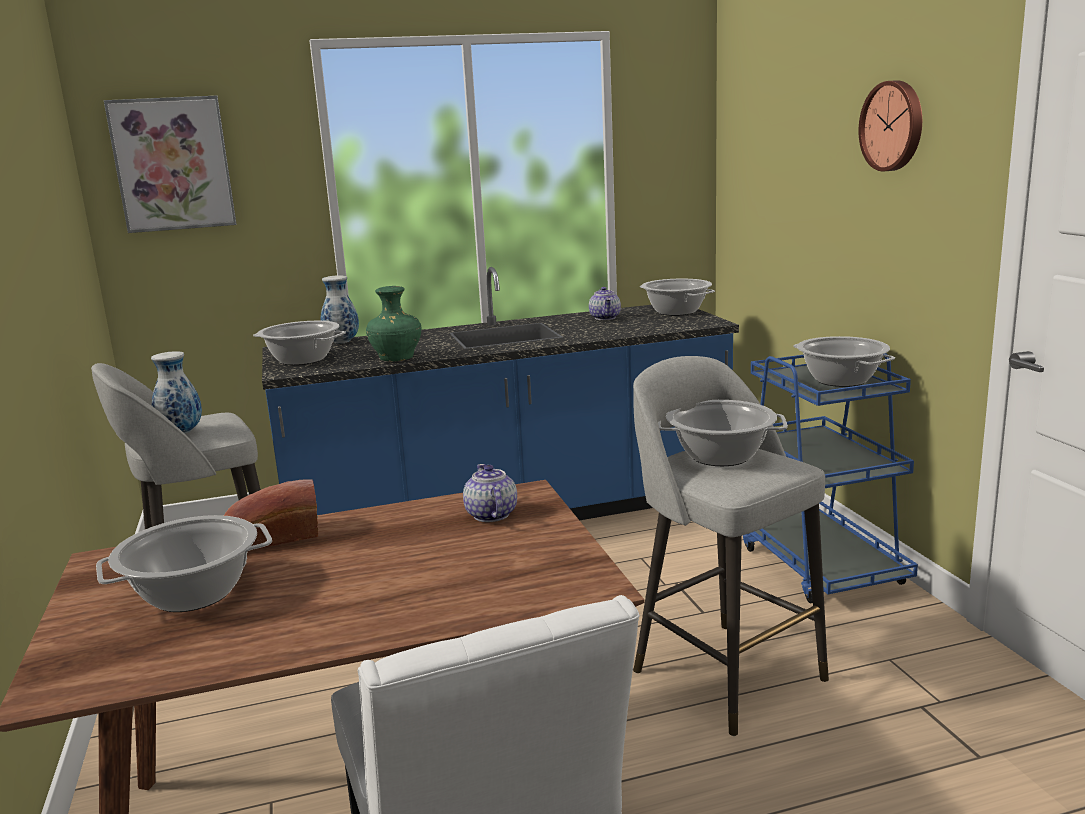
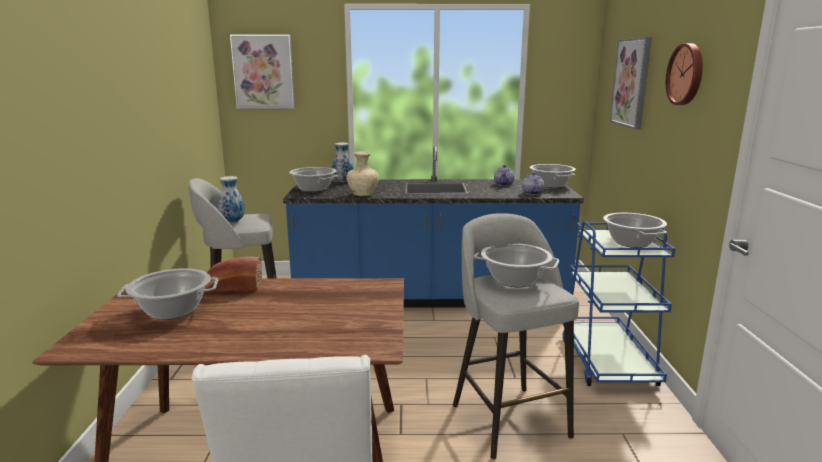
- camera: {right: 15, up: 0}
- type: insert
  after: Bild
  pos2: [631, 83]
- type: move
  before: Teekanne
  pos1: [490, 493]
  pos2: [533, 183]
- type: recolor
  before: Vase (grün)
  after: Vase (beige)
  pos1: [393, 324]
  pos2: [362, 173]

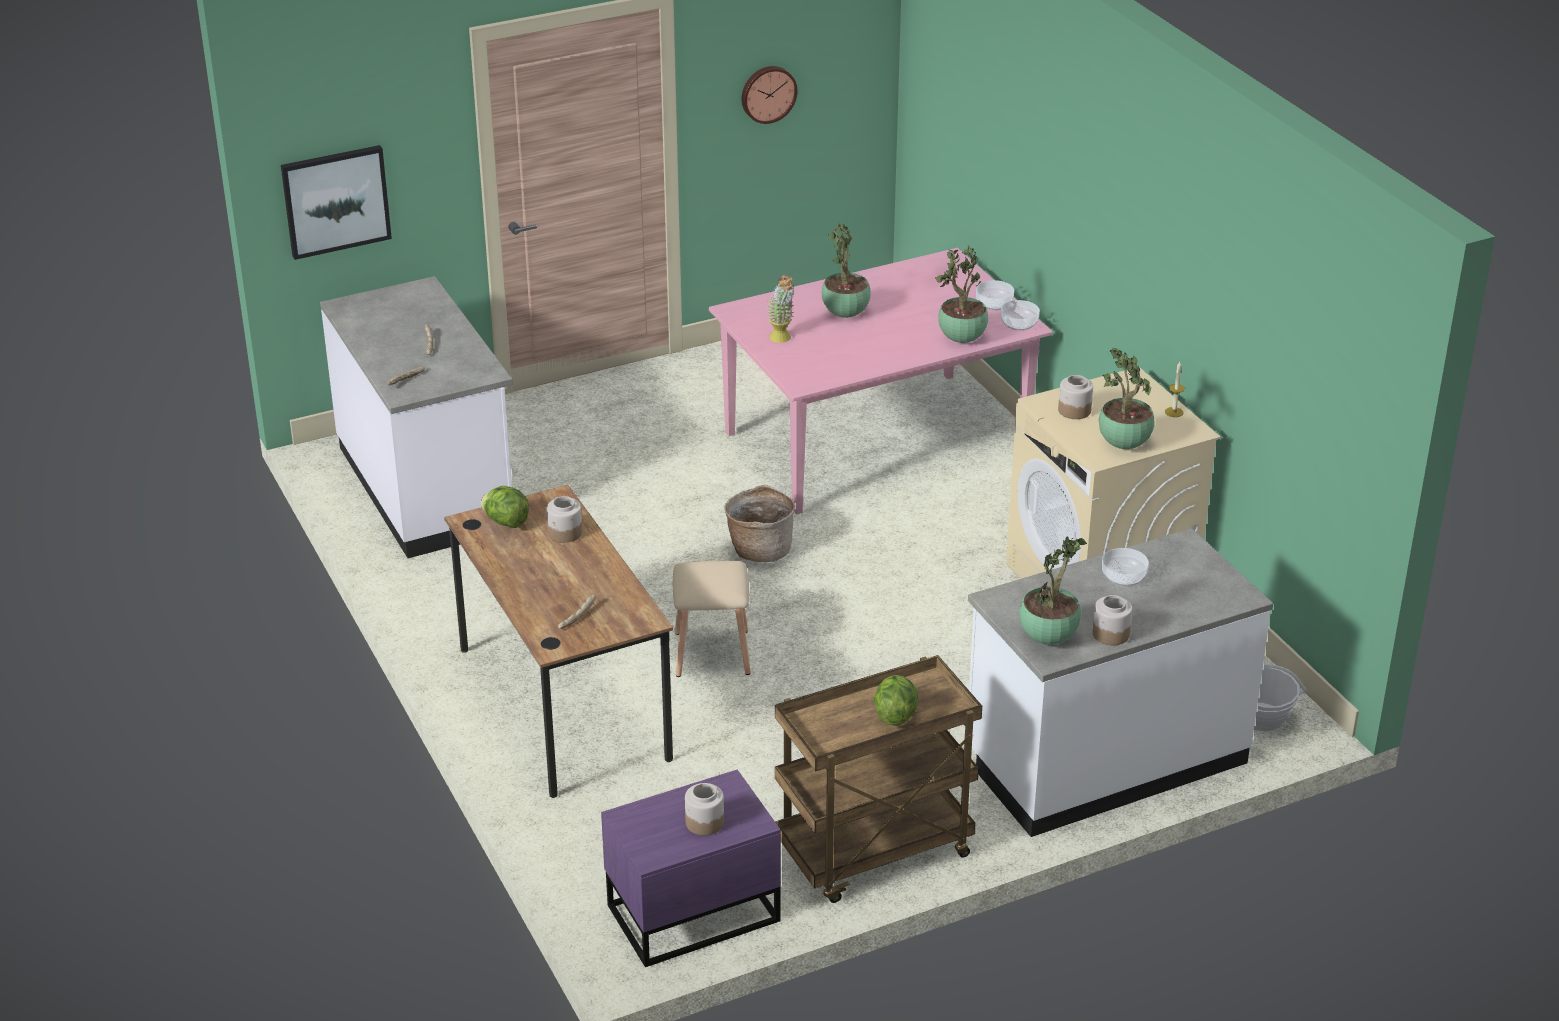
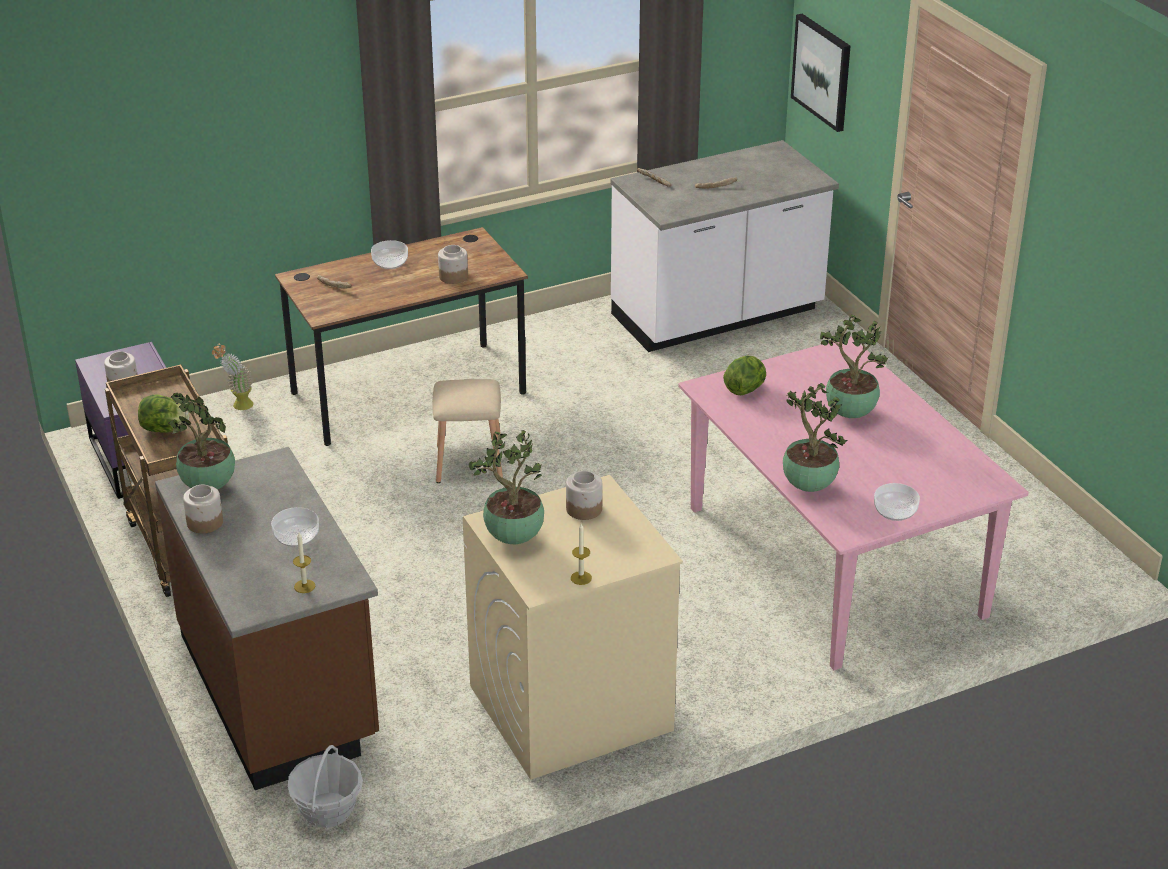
- camera: {right: 90, up: 0}
- type: delete
  before: Korb
  pos1: [759, 523]
- type: delete
  before: Wanduhr
  pos1: [770, 95]
- type: insert
  after: Kerze
  pos2: [304, 563]
- type: move
  before: Salatkopf
  pos1: [505, 507]
  pos2: [744, 375]
- type: move
  before: Topfpflanze
  pos1: [780, 308]
  pos2: [232, 377]
- type: move
  before: Schüssel
  pos1: [1020, 315]
  pos2: [389, 254]
- type: recolor
  before: Küchenzeile (weiß)
  after: Küchenzeile (braun)
  pos1: [1120, 682]
  pos2: [267, 618]

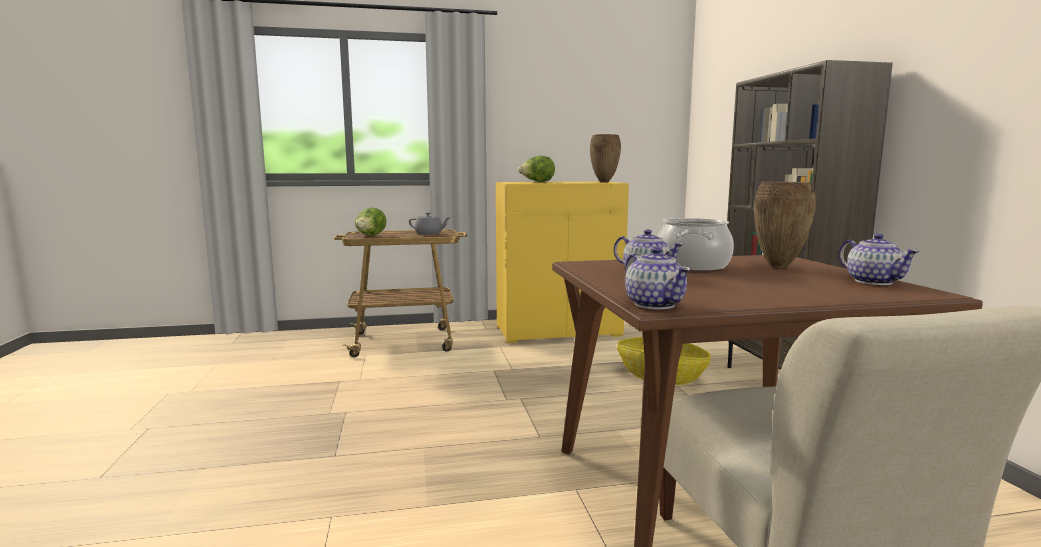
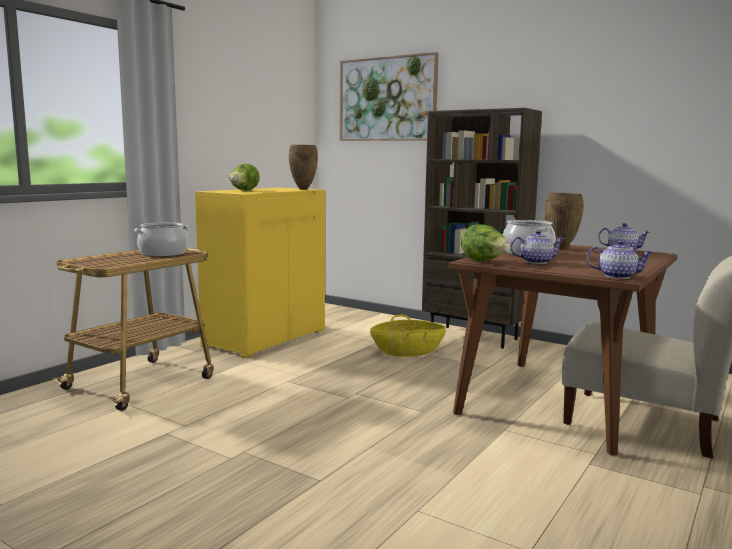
- camera: {right: -45, up: 0}
- type: insert
  after: Bild
  pos2: [389, 96]
- type: move
  before: Salatkopf
  pos1: [371, 221]
  pos2: [486, 242]
- type: replace
  before: Teekanne (grau)
  after: Kochtopf
  pos1: [430, 223]
  pos2: [161, 240]

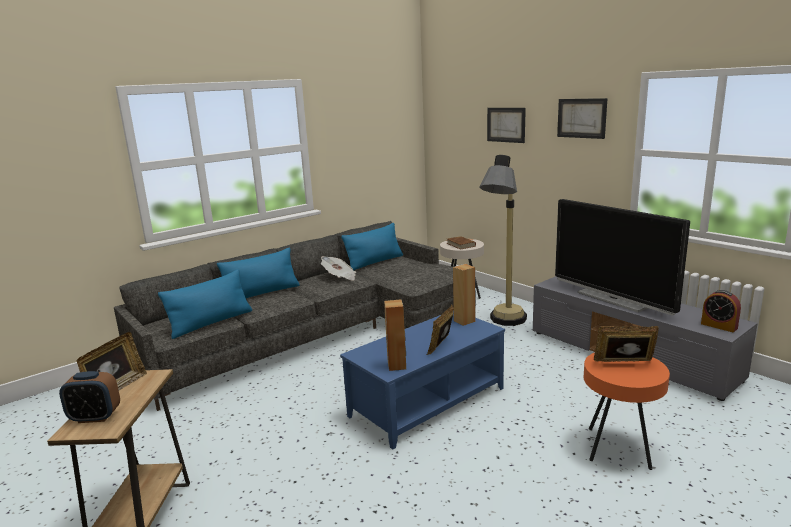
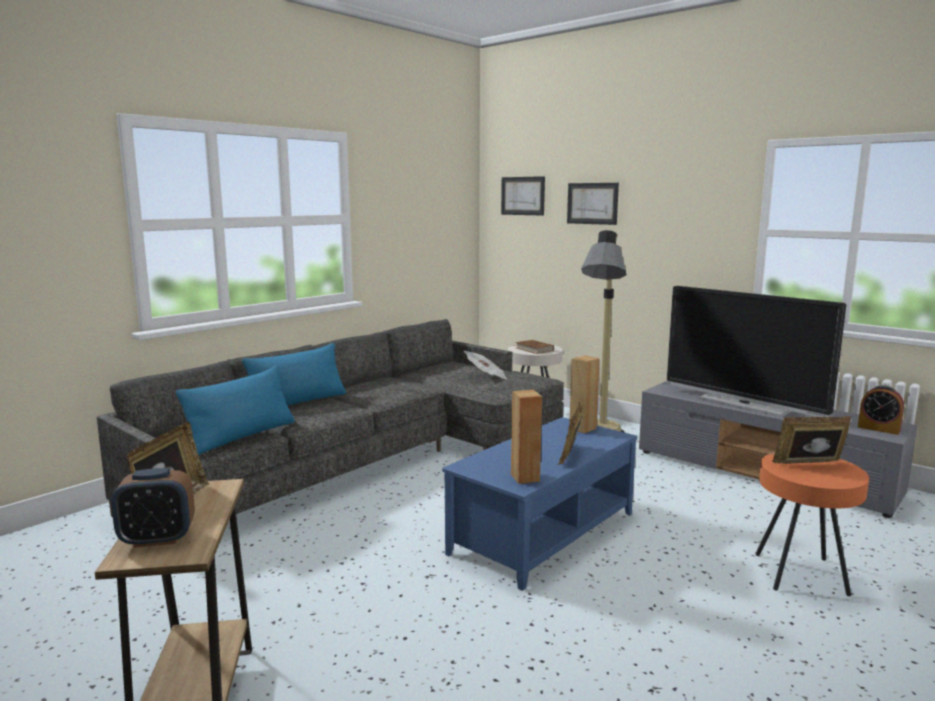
- camera: {right: -10, up: -5}
- type: delete
  before: Kissen (blau)
  pos1: [372, 246]
- type: move
  before: Zeitung
  pos1: [338, 268]
  pos2: [486, 365]
- type: move
  before: Bild
  pos1: [582, 118]
  pos2: [523, 196]

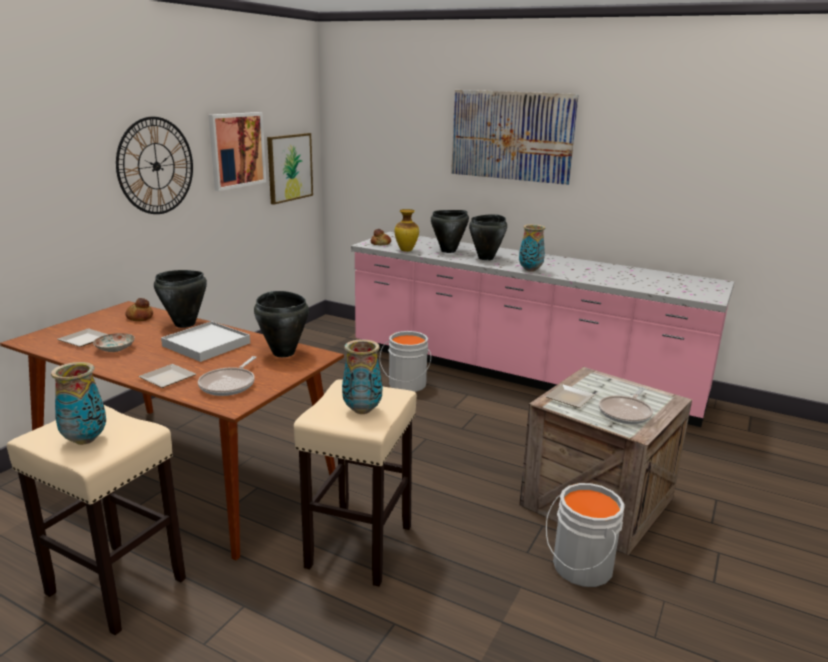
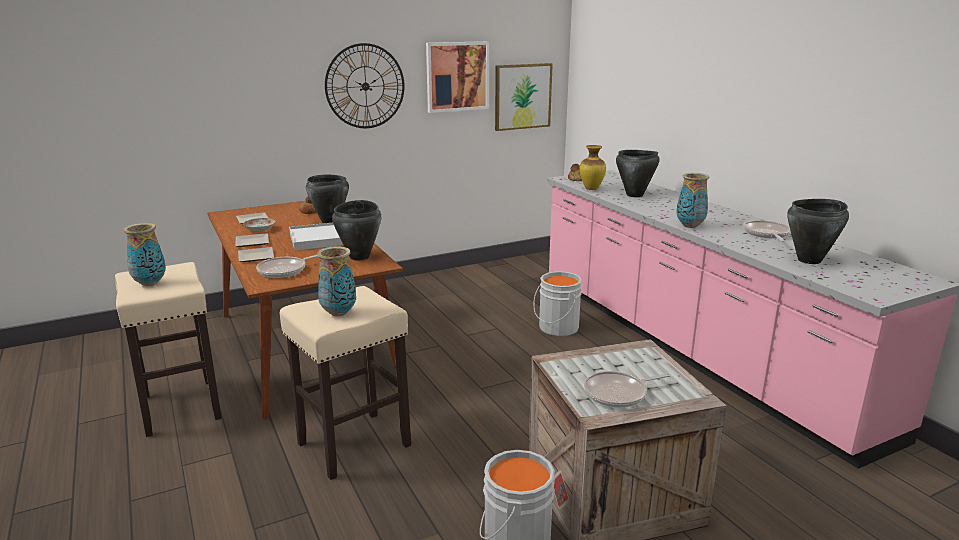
- camera: {right: 35, up: 0}
- type: delete
  before: Bild
  pos1: [515, 137]
- type: insert
  after: Pfanne
  pos2: [767, 231]
- type: move
  before: Kochtopf (schwarz)
  pos1: [488, 237]
  pos2: [818, 231]
- type: move
  before: Teller
  pos1: [570, 396]
  pos2: [252, 240]

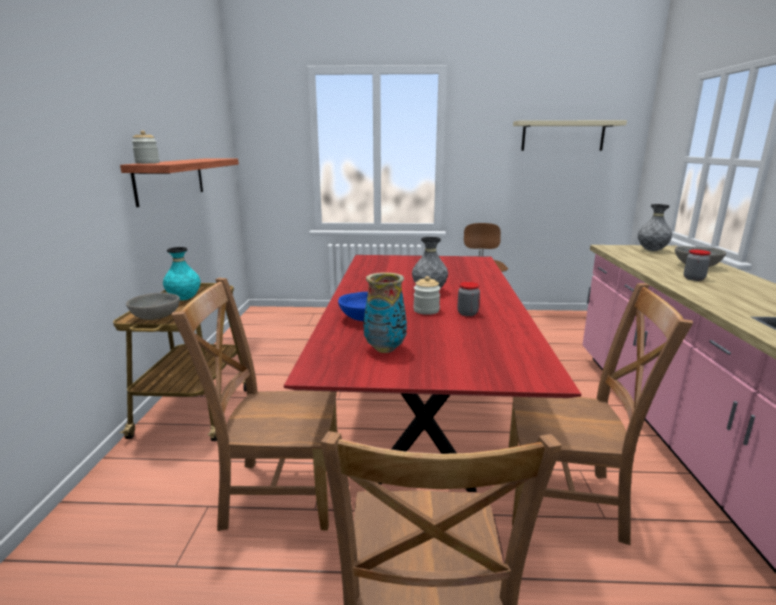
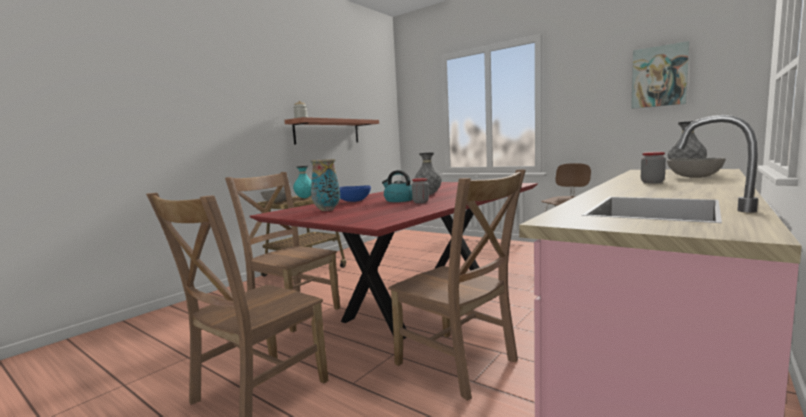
- camera: {right: 35, up: -10}
- type: replace
  before: Vorratsglas
  after: Wasserkessel
  pos1: [426, 295]
  pos2: [397, 186]
- type: replace
  before: Wandregal (beige)
  after: Bild
  pos1: [570, 135]
  pos2: [660, 75]

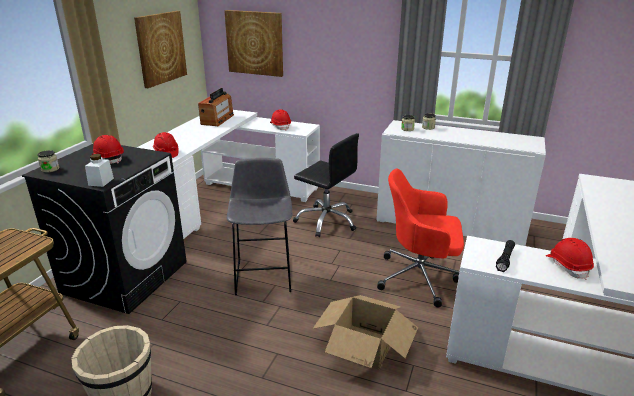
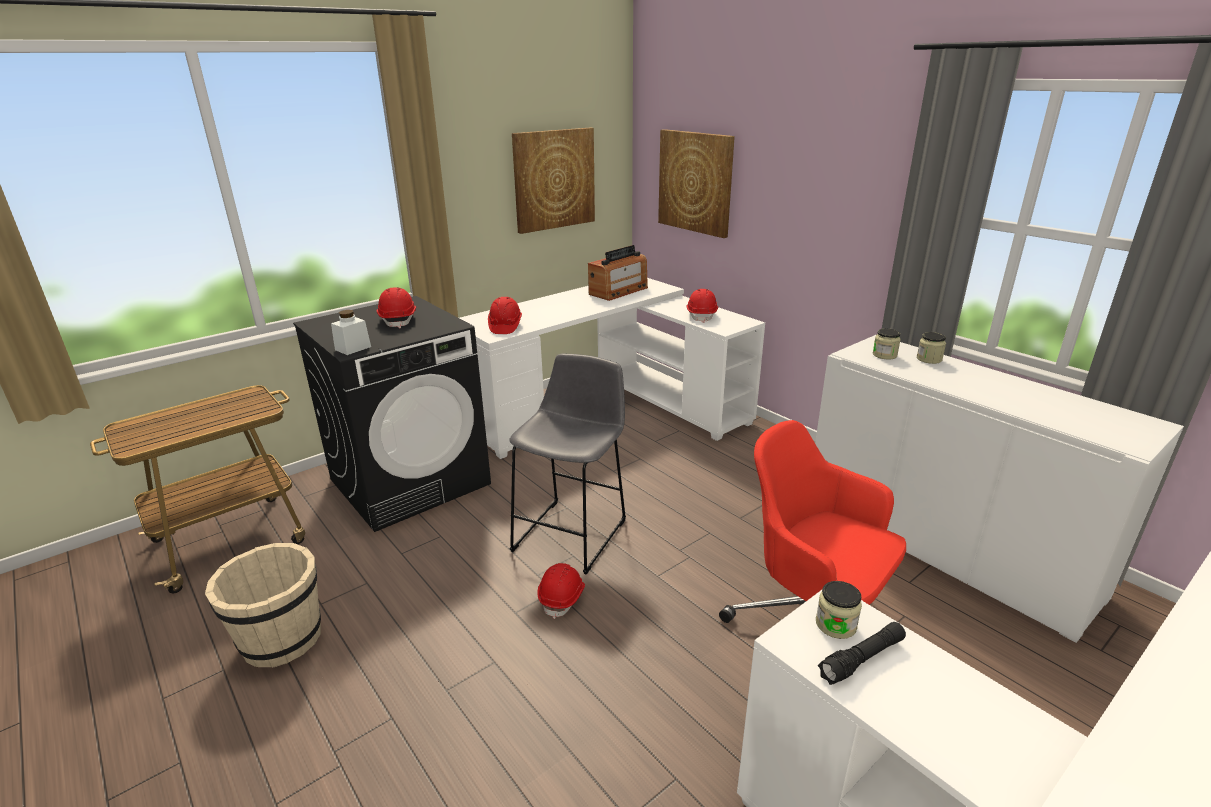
- camera: {right: 30, up: 0}
- type: delete
  before: Bürostuhl (schwarz)
  pos1: [326, 185]
- type: delete
  before: Karton
  pos1: [365, 332]
- type: move
  before: Vorratsglas
  pos1: [48, 161]
  pos2: [839, 610]
- type: move
  before: Schutzhelm (rot)
  pos1: [570, 259]
  pos2: [561, 591]

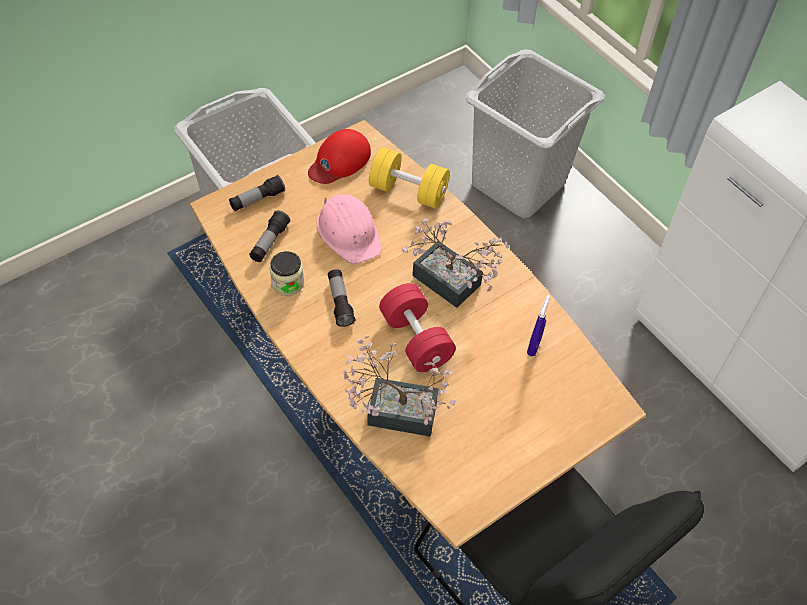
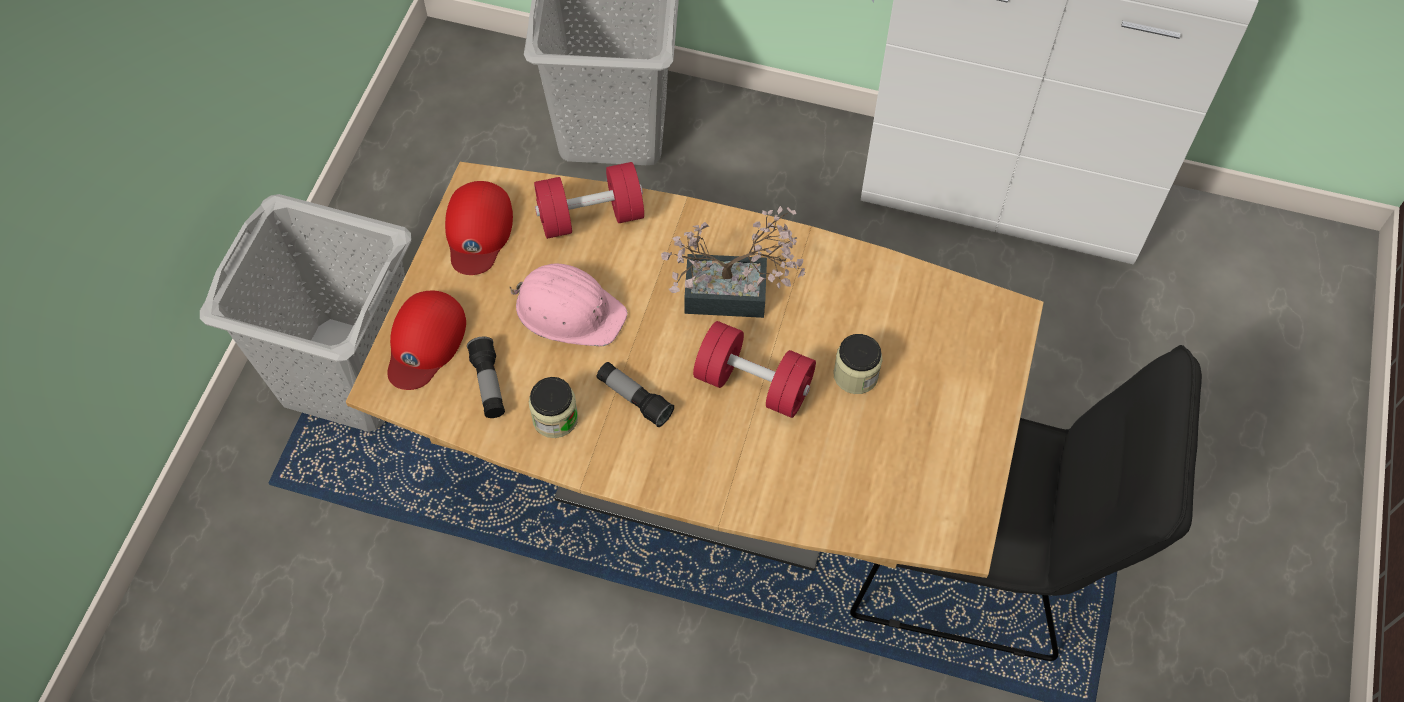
- camera: {right: -35, up: 5}
- type: delete
  before: Topfpflanze
  pos1: [399, 386]
- type: delete
  before: Sprühflasche (blau)
  pos1: [538, 325]
- type: insert
  after: Vorratsglas
  pos2: [857, 364]
- type: replace
  before: Taschenlampe
  after: Kappe (rot)
  pos1: [257, 193]
  pos2: [426, 340]
- type: recolor
  before: Hantel (gelb)
  after: Hantel (rot)
  pos1: [409, 178]
  pos2: [589, 200]

